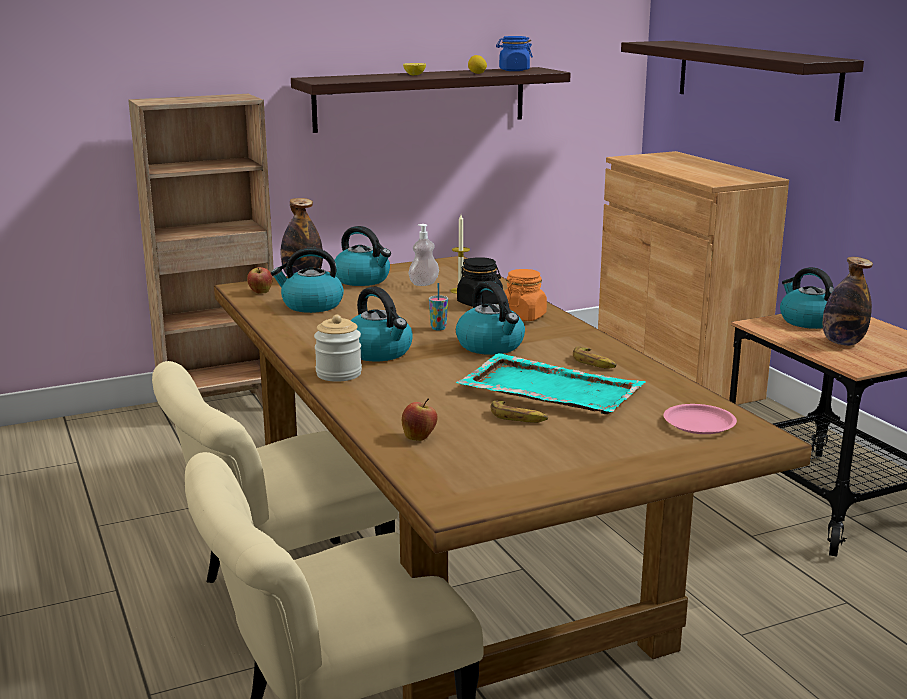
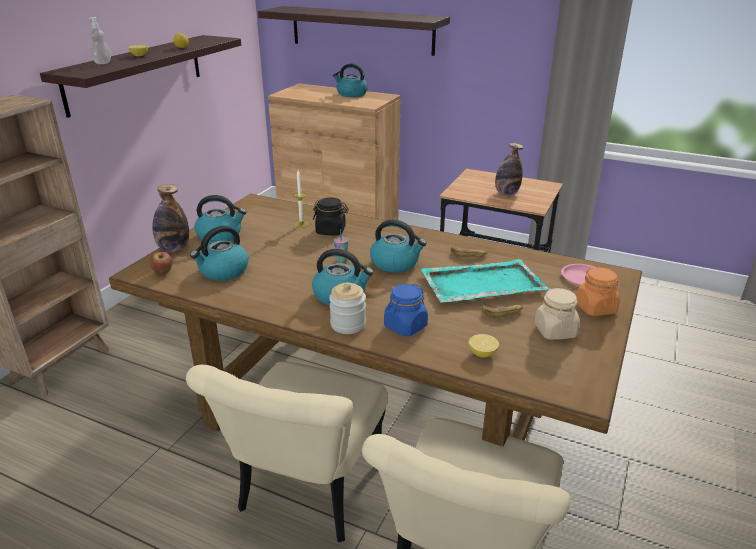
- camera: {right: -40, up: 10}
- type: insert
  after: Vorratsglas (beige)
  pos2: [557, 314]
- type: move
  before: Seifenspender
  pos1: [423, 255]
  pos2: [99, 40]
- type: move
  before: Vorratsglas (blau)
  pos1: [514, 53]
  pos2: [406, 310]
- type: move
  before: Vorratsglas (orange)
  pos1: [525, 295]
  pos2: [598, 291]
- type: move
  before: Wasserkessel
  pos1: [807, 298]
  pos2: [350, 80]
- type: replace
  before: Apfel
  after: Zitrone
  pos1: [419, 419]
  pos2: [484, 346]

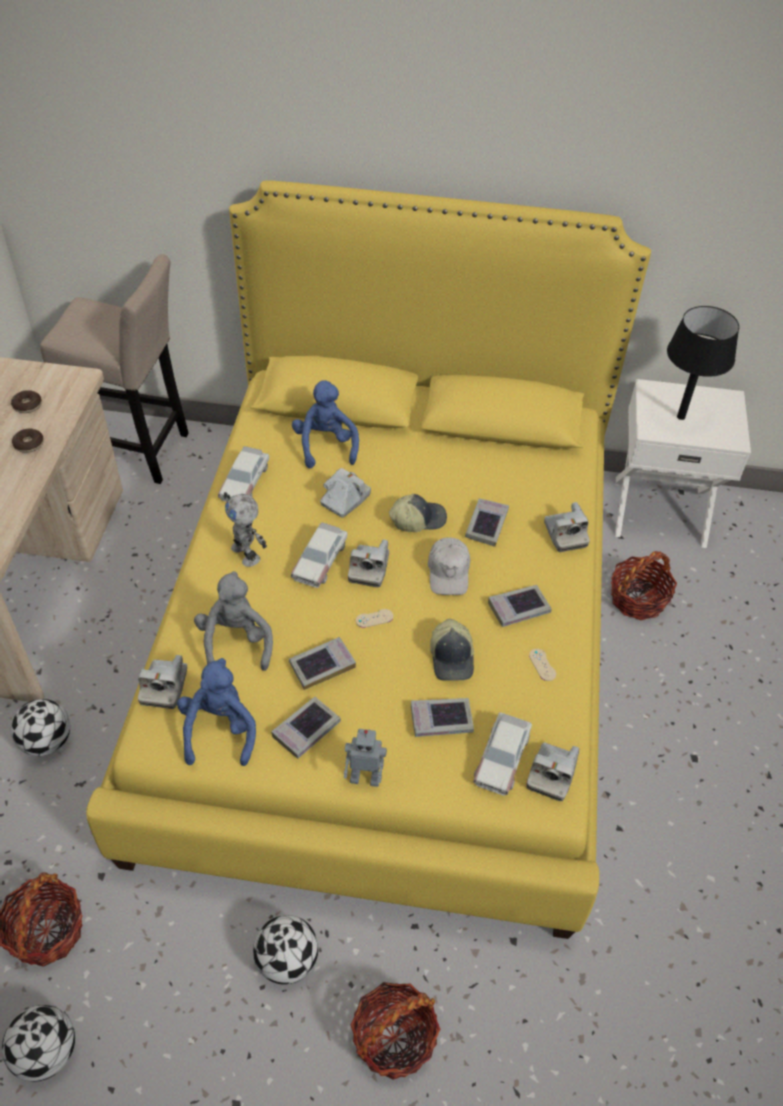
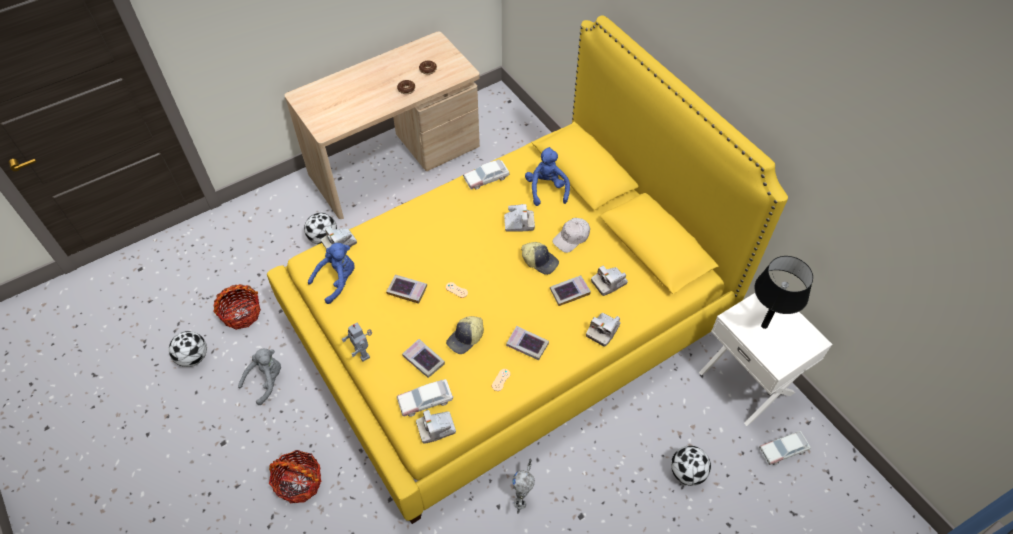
- camera: {right: 50, up: 5}
- type: delete
  before: Hocker (beige)
  pos1: [114, 369]
- type: delete
  before: Buch
  pos1: [306, 727]
- type: delete
  before: Korb
  pos1: [644, 585]
- type: move
  before: Plüschtier (grau)
  pos1: [233, 621]
  pos2: [259, 377]
- type: move
  before: Spielzeugroboter
  pos1: [245, 529]
  pos2: [523, 486]
- type: move
  before: Fußball
  pos1: [285, 949]
  pos2: [691, 466]
- type: move
  before: Spielzeugauto
  pos1: [319, 555]
  pos2: [785, 448]
- type: move
  before: Kamera
  pos1: [368, 563]
  pos2: [609, 281]
- type: move
  before: Kappe (weiß)
  pos1: [449, 566]
  pos2: [571, 235]
- type: rotate
  before: Plüschtier (blau)
  pos1: [325, 424]
  pos2: [547, 176]
  turn: -45

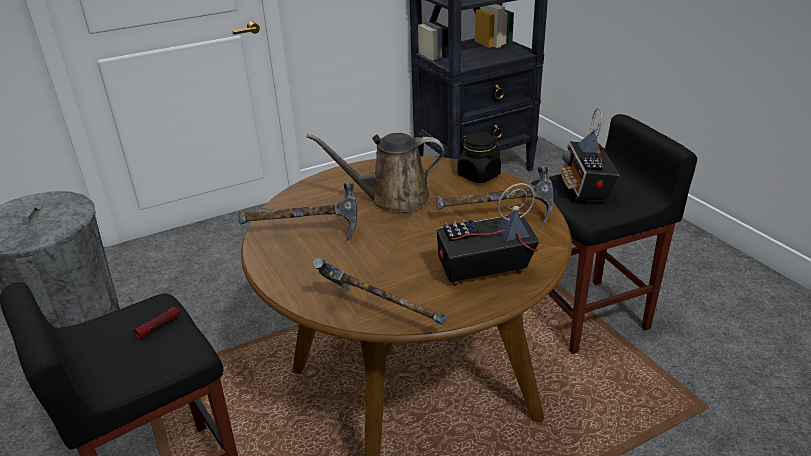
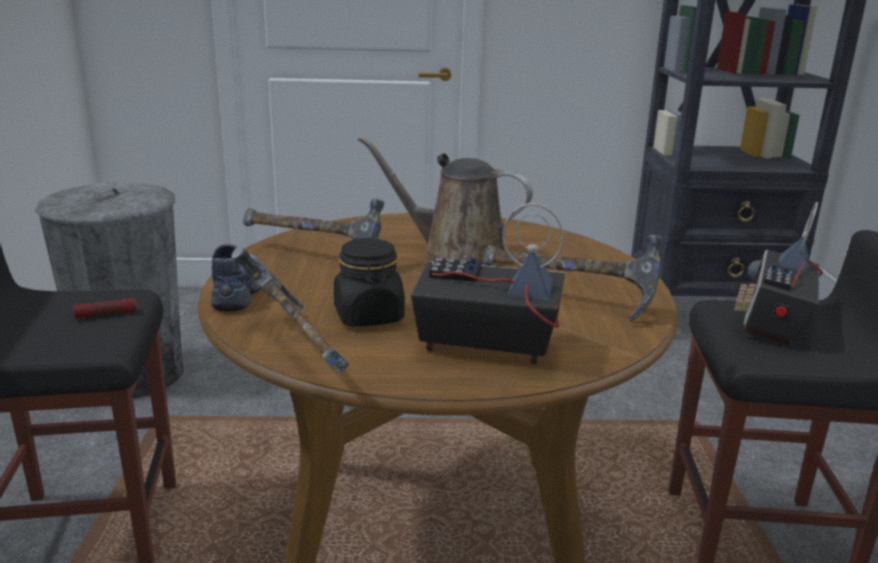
- camera: {right: 25, up: -10}
- type: insert
  after: Schuh
  pos2: [236, 277]
- type: move
  before: Vorratsglas (schwarz)
  pos1: [479, 157]
  pos2: [369, 282]

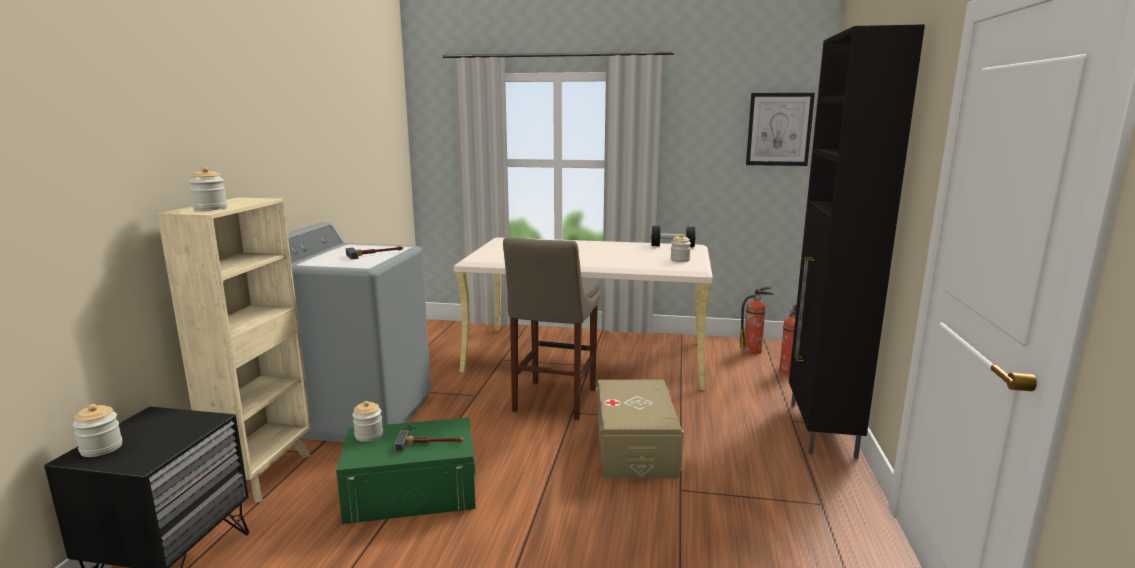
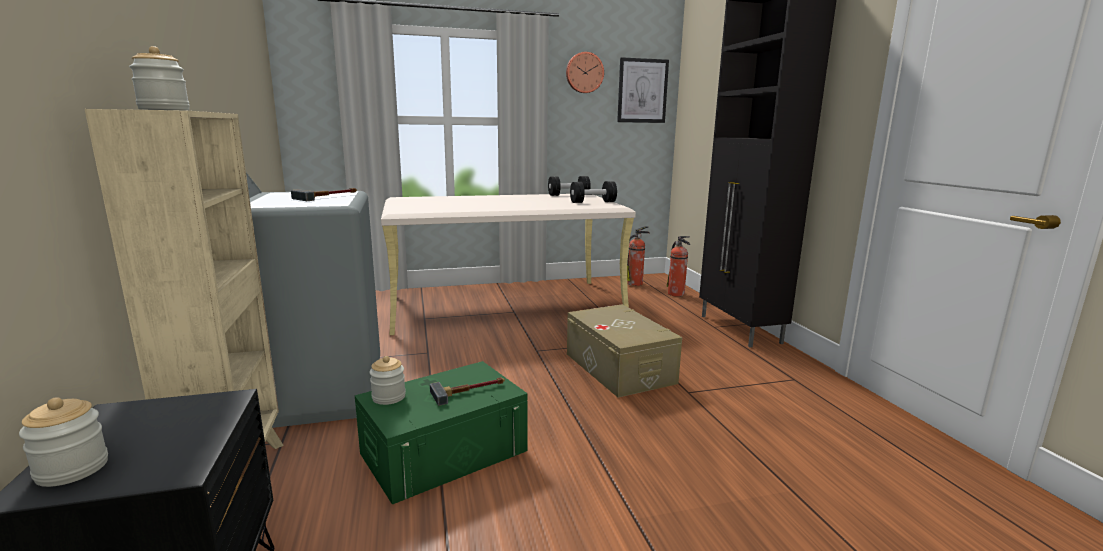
- camera: {right: -25, up: 0}
- type: delete
  before: Hocker (beige)
  pos1: [551, 328]
- type: insert
  after: Wanduhr
  pos2: [585, 72]
- type: replace
  before: Vorratsglas
  after: Hantel (schwarz)
  pos1: [680, 248]
  pos2: [593, 192]

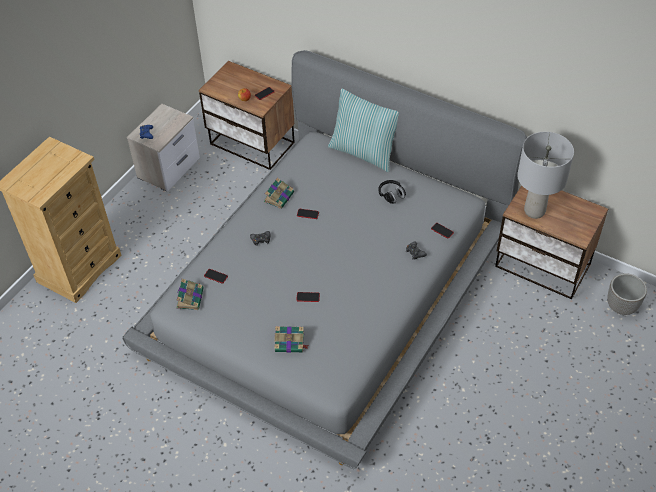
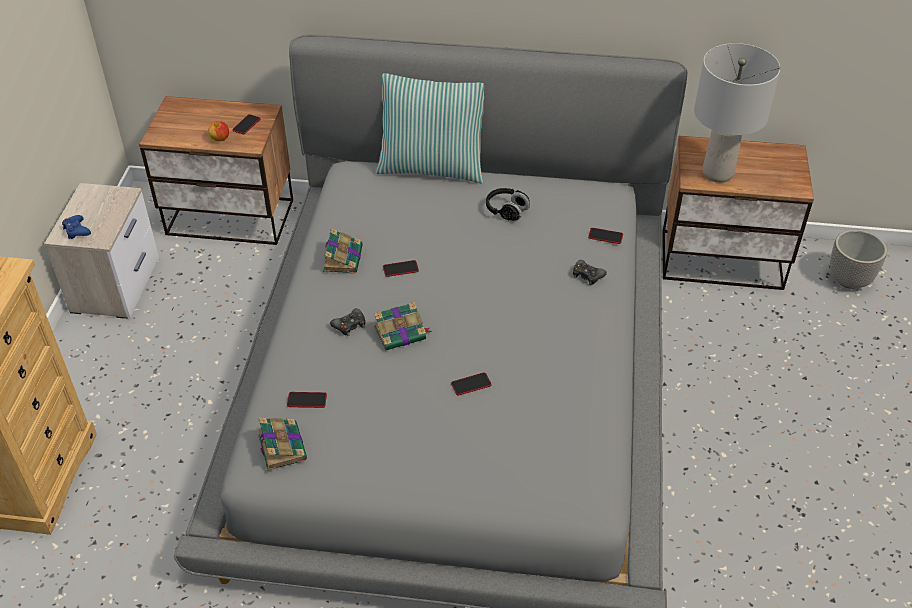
- camera: {right: -25, up: -5}
- type: move
  before: Buch
  pos1: [292, 339]
  pos2: [403, 326]

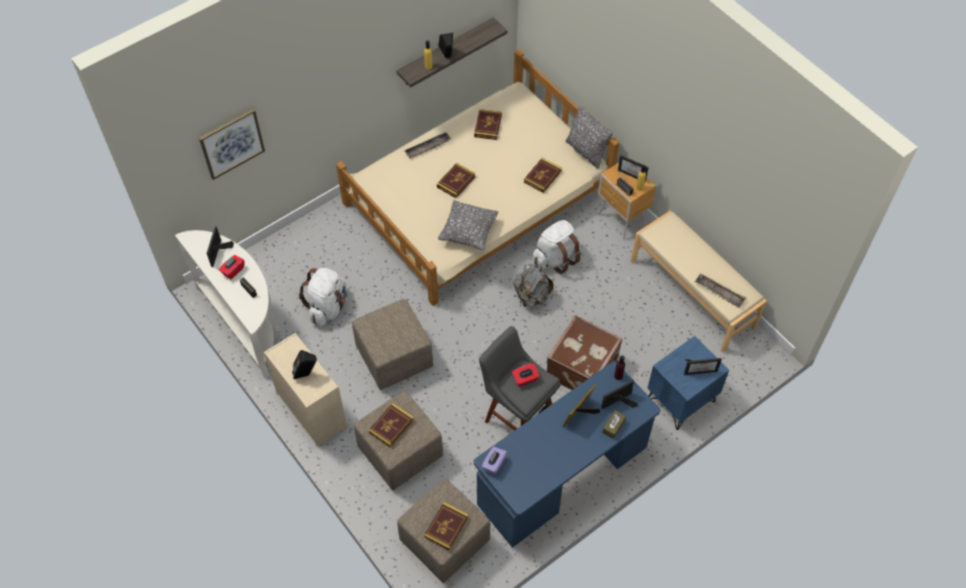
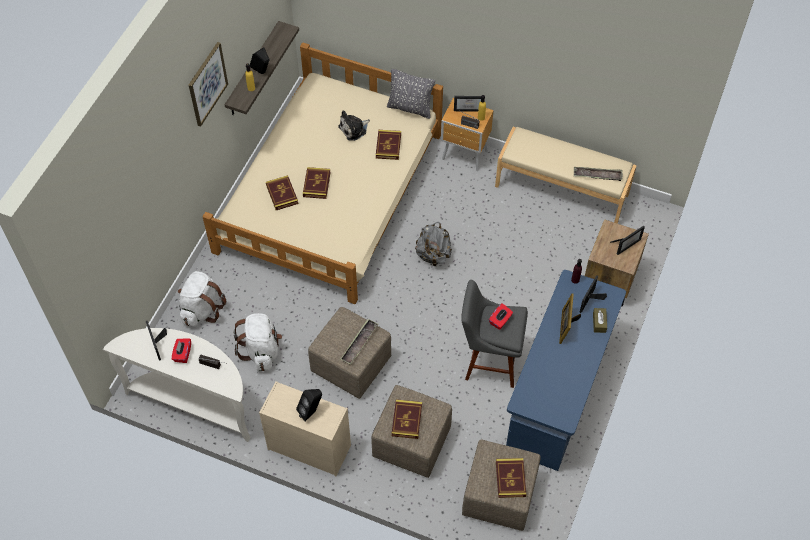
- camera: {right: -30, up: 0}
- type: delete
  before: Kissen (grau)
  pos1: [468, 225]
- type: delete
  before: Taschentuchbox (lila)
  pos1: [494, 461]
- type: delete
  before: Koffer (braun)
  pos1: [584, 352]
- type: insert
  after: Plüschtier
  pos2: [354, 125]
- type: move
  before: Bild
  pos1: [232, 144]
  pos2: [208, 84]
- type: move
  before: Tablett
  pos1: [427, 144]
  pos2: [359, 341]
- type: move
  before: Buch
  pos1: [488, 124]
  pos2: [282, 192]
- type: move
  before: Rucksack (weiß)
  pos1: [556, 247]
  pos2: [202, 299]
- type: recolor
  before: Nachttisch (blau)
  after: Nachttisch (braun)
  pos1: [688, 383]
  pos2: [617, 263]

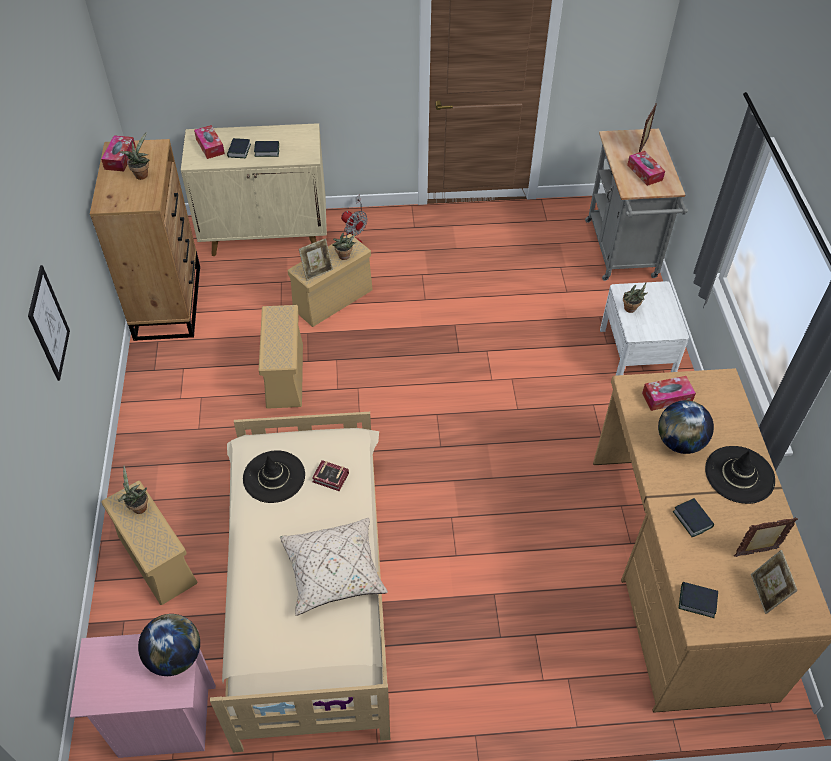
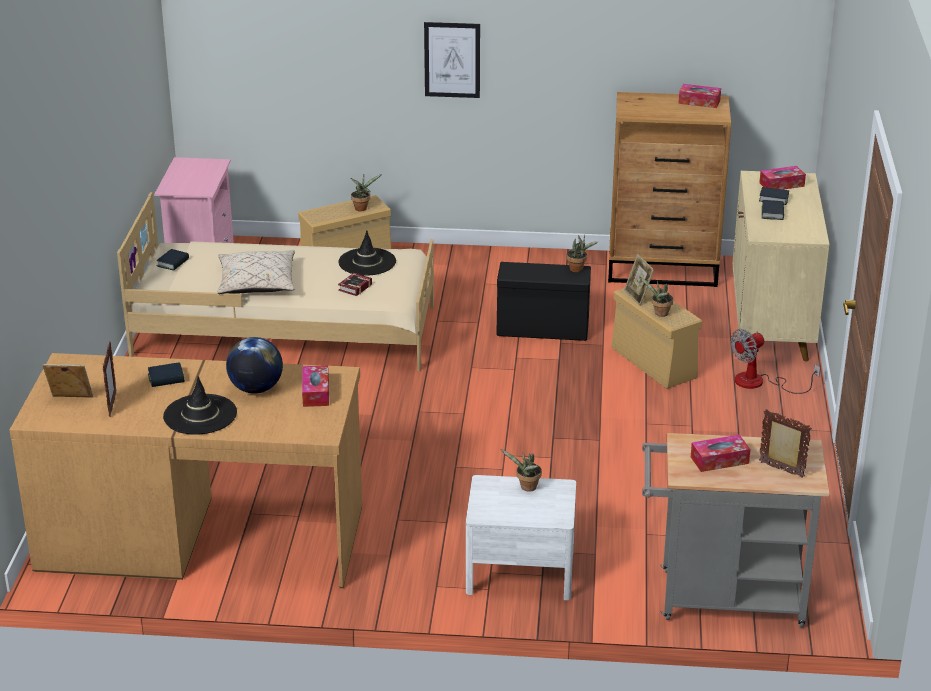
- camera: {right: 100, up: -20}
- type: delete
  before: Globus
  pos1: [169, 645]
- type: move
  before: Topfpflanze
  pos1: [134, 156]
  pos2: [582, 253]
- type: move
  before: Buch
  pos1: [698, 600]
  pos2: [173, 260]
- type: recolor
  before: Aufbewahrungsbox (beige)
  after: Aufbewahrungsbox (schwarz)
  pos1: [281, 357]
  pos2: [543, 301]

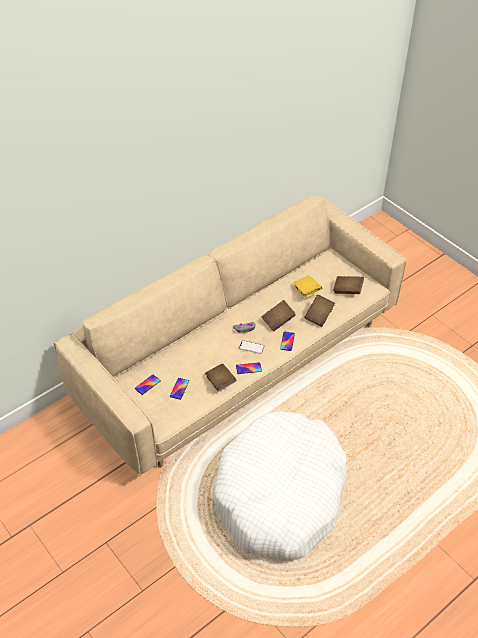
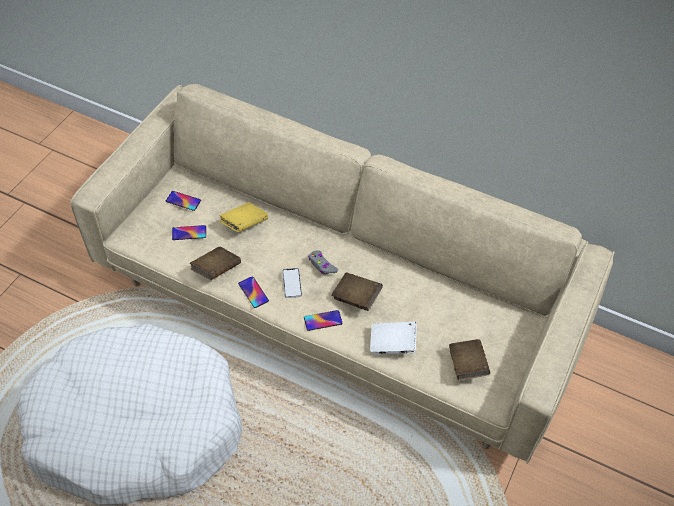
- camera: {right: 65, up: 5}
- type: move
  before: Buch (gelb)
  pos1: [307, 286]
  pos2: [243, 217]
- type: recolor
  before: Buch (braun)
  after: Buch (weiß)
  pos1: [319, 311]
  pos2: [393, 337]

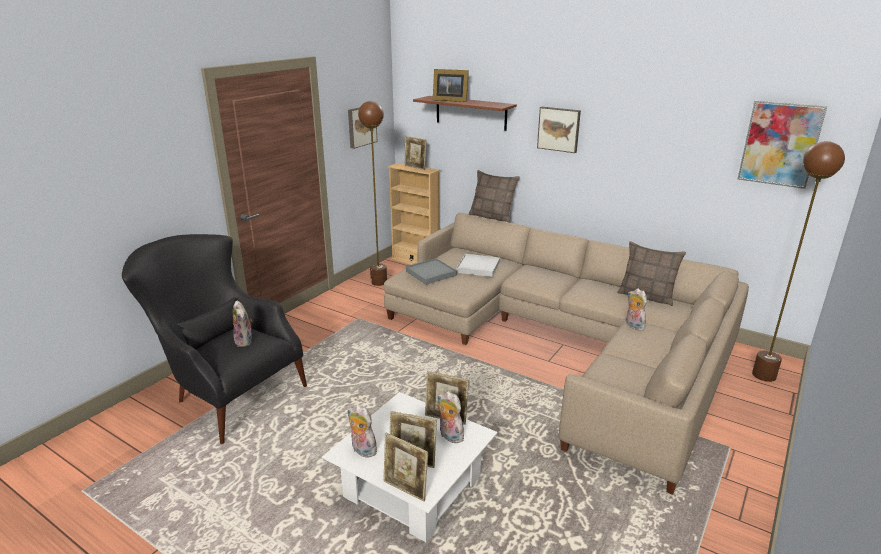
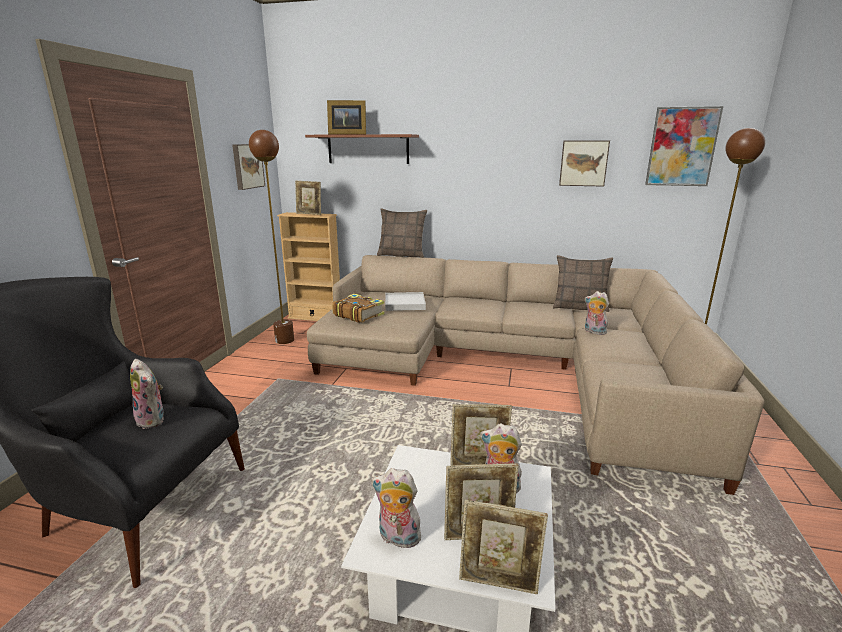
- camera: {right: -20, up: -5}
- type: move
  before: Bild
  pos1: [559, 130]
  pos2: [584, 163]
- type: replace
  before: Tablett (grau)
  after: Buch
  pos1: [431, 271]
  pos2: [358, 308]

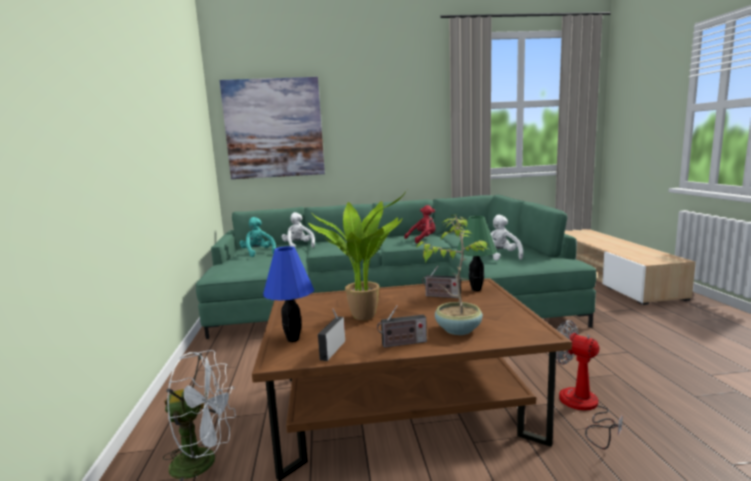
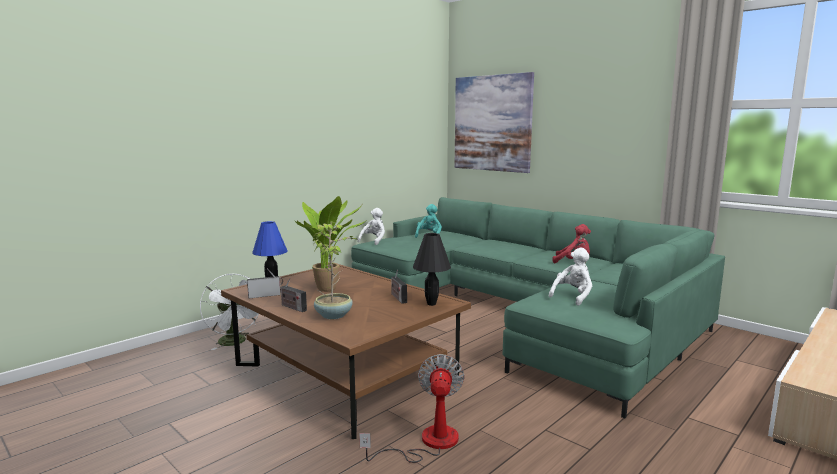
- camera: {right: 50, up: 0}
- type: move
  before: Plüschtier (weiß)
  pos1: [298, 230]
  pos2: [371, 226]
- type: recolor
  before: Tischlampe (grün)
  after: Tischlampe (schwarz)
  pos1: [477, 253]
  pos2: [432, 269]

